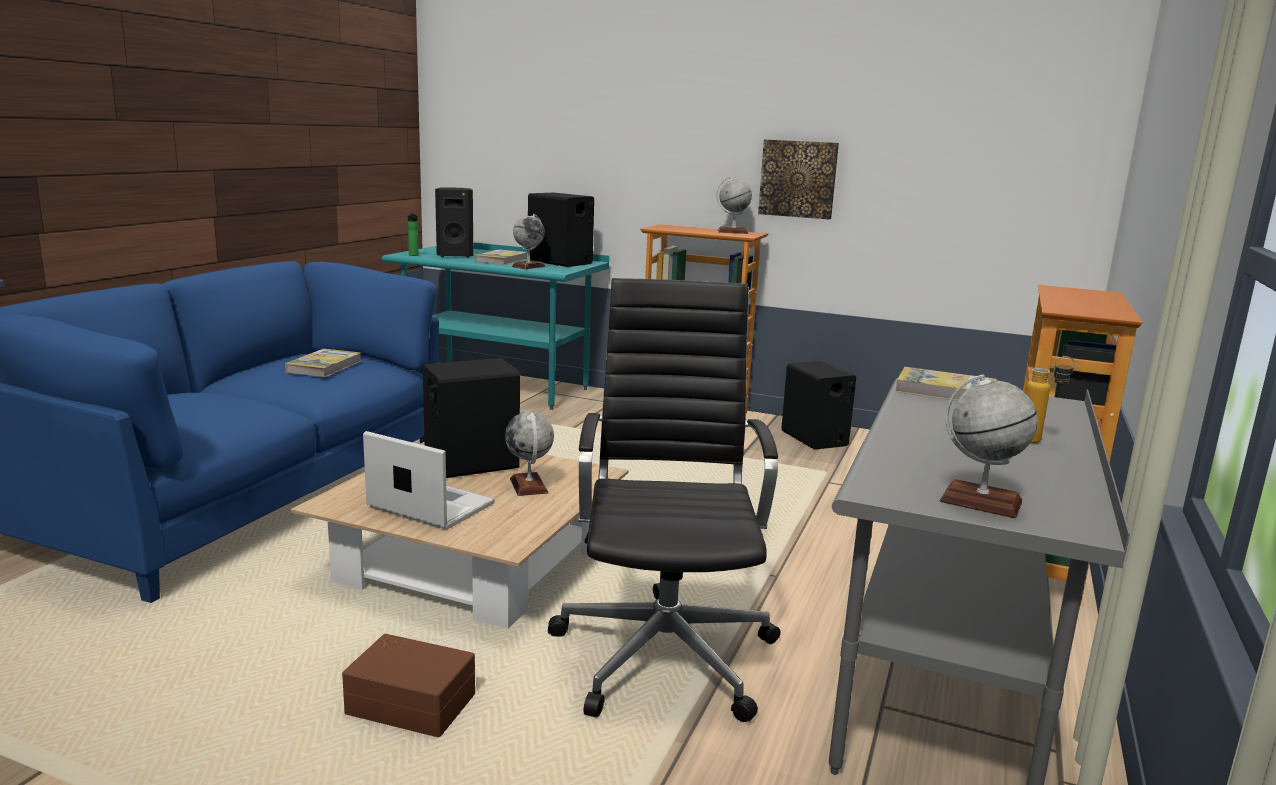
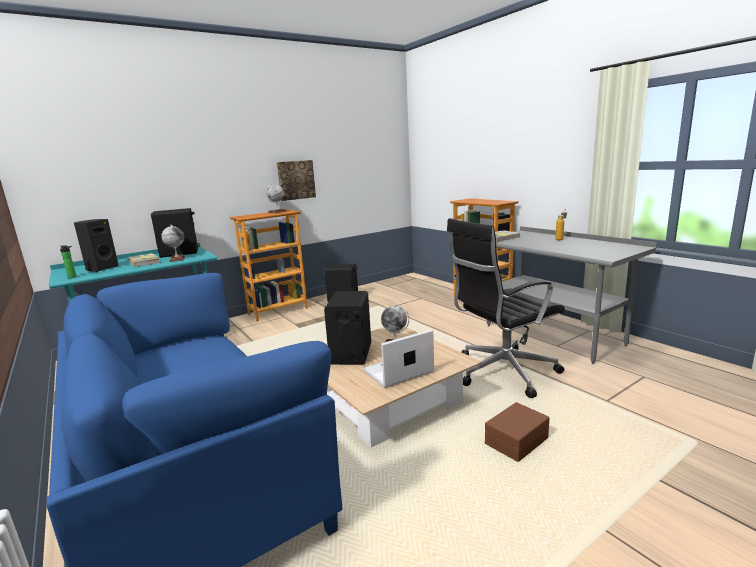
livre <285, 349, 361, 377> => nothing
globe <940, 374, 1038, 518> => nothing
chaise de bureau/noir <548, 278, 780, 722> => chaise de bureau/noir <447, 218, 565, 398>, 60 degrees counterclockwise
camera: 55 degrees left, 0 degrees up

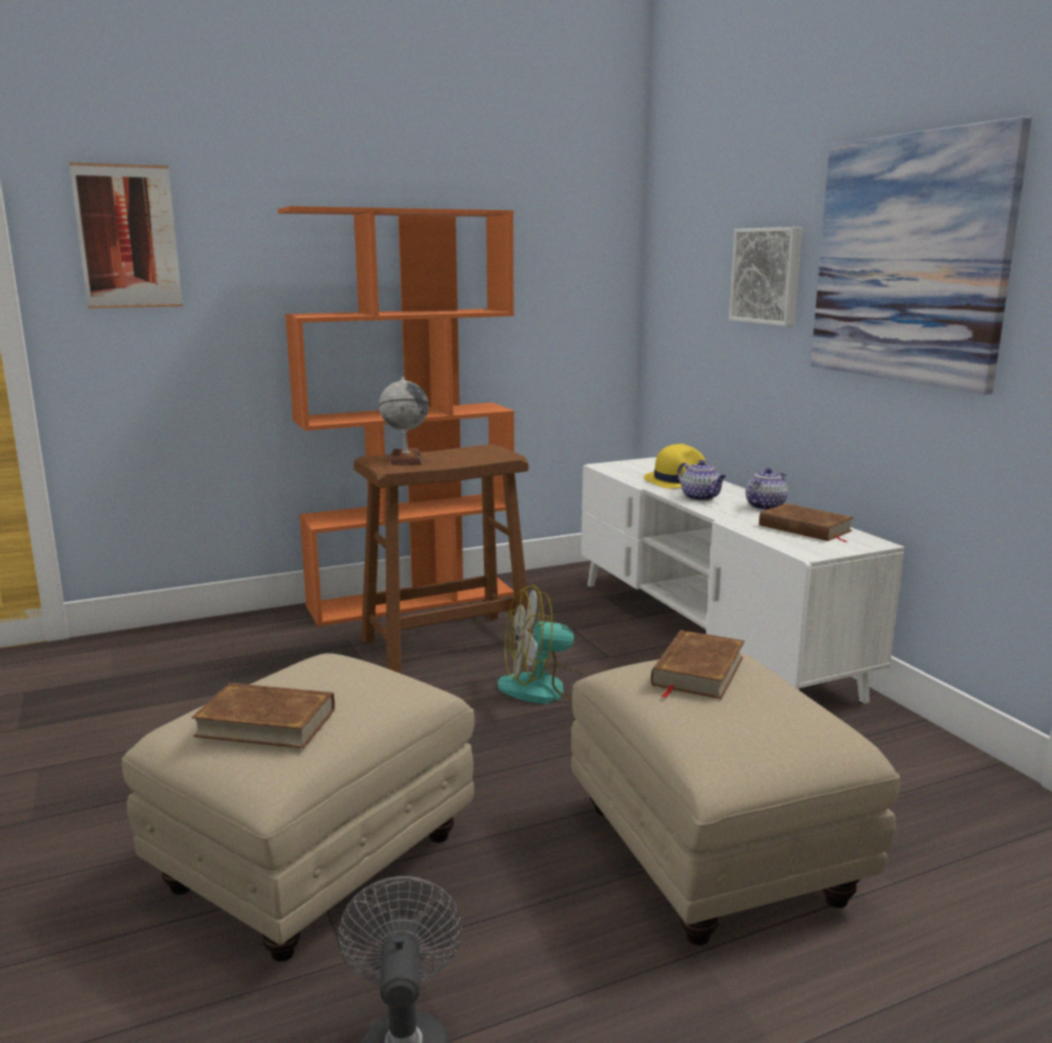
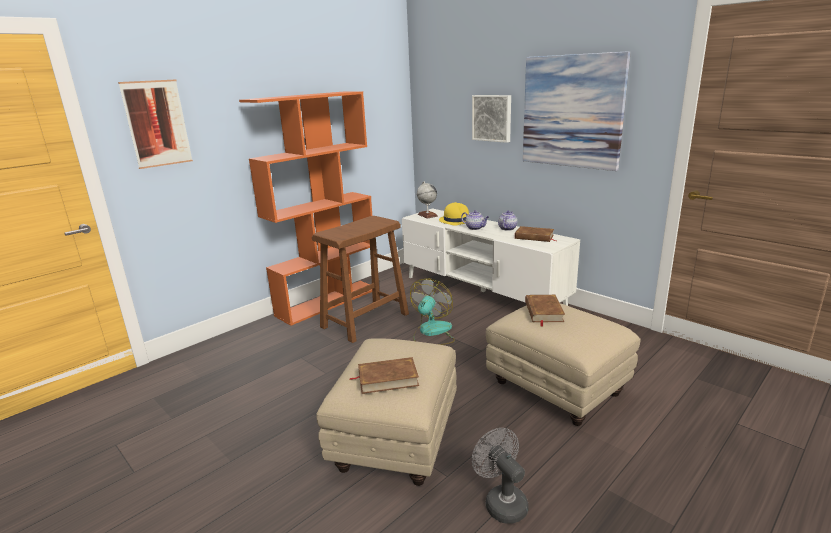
globe <379, 377, 429, 465> => globe <417, 182, 438, 219>, move
ventilateur <498, 585, 588, 704> => ventilateur <410, 278, 455, 345>, 150 degrees clockwise
camera: 20 degrees left, 5 degrees up

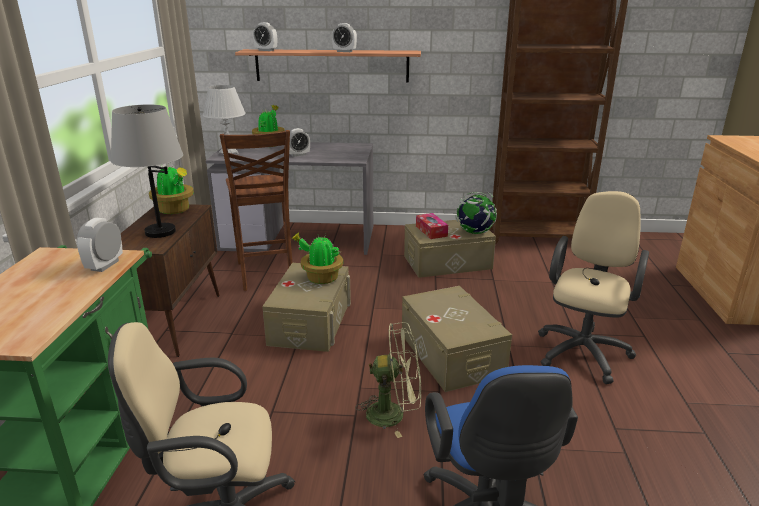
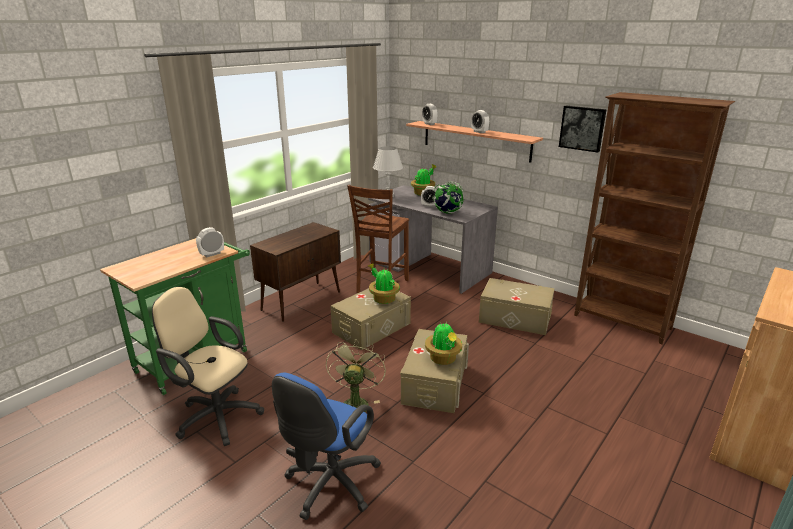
lampe de table/gris <111, 105, 183, 238> => nothing
boîte à mouchoirs <416, 213, 448, 239> => nothing
chaise de bureau/beige <538, 191, 649, 384> => nothing
nothing => tableau <559, 106, 607, 153>
plante en pot <149, 164, 194, 214> => plante en pot <425, 322, 462, 365>, move
globe <455, 192, 497, 234> => globe <432, 182, 464, 214>, move
ventilateur/vert <355, 322, 421, 438> => ventilateur/vert <326, 340, 386, 412>, 120 degrees counterclockwise
camera: 35 degrees right, 0 degrees up

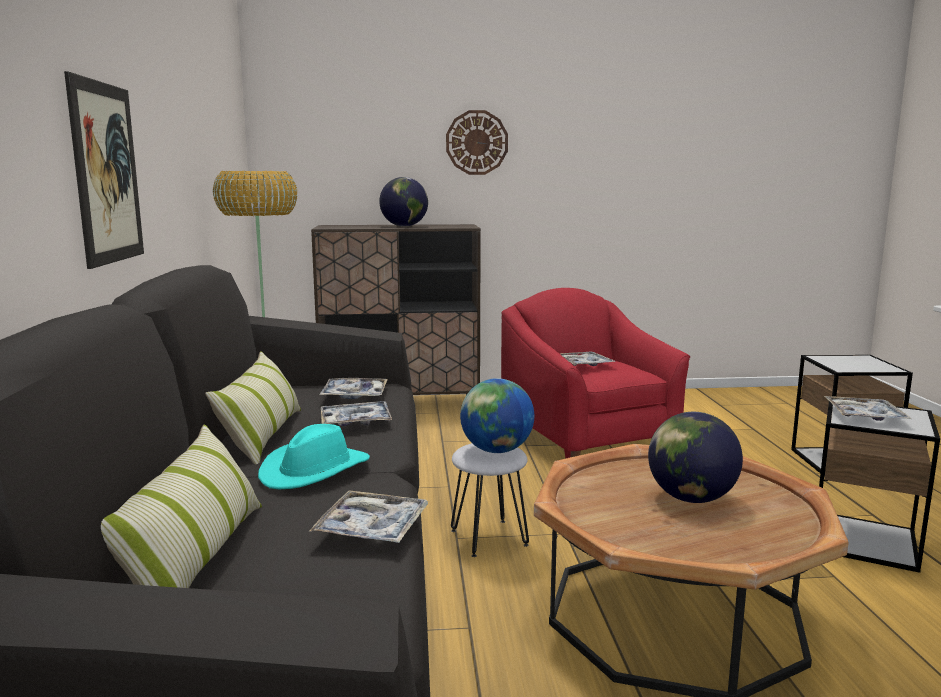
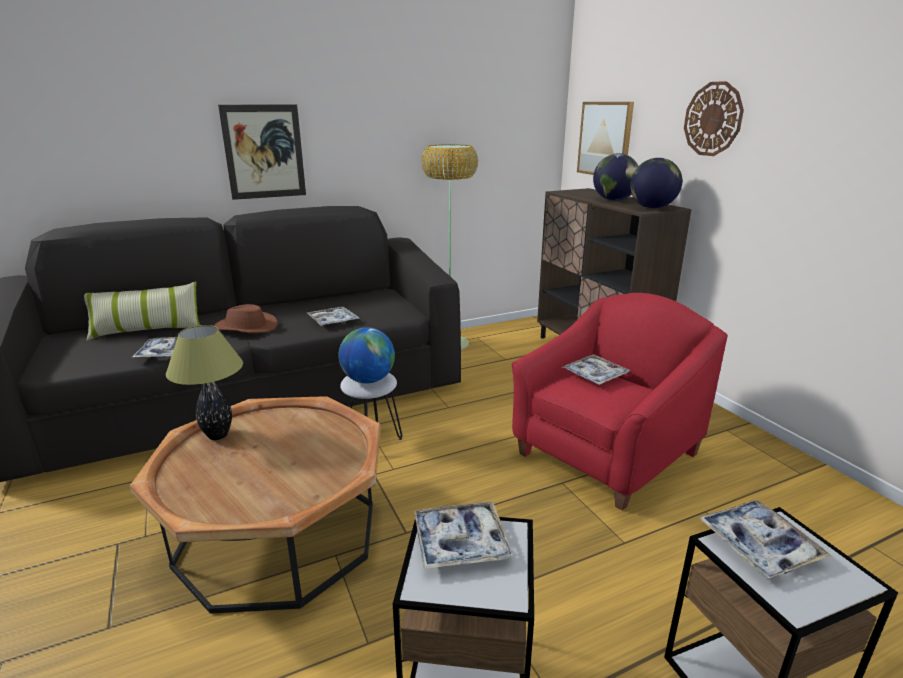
coussin <205, 351, 301, 464> => nothing
nothing => lampe de table <166, 325, 243, 440>
nothing => tableau <577, 102, 634, 175>
plateau <319, 378, 388, 399> => plateau <699, 500, 832, 578>, move
globe <648, 412, 743, 503> => globe <630, 158, 682, 209>, move
chapeau/turquoise <258, 424, 370, 489> => chapeau/marron <213, 304, 278, 333>
camera: 70 degrees right, 10 degrees up

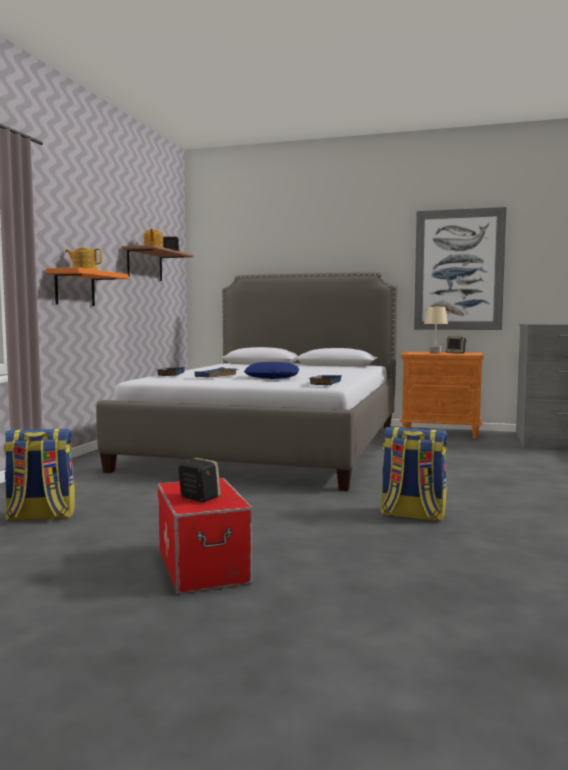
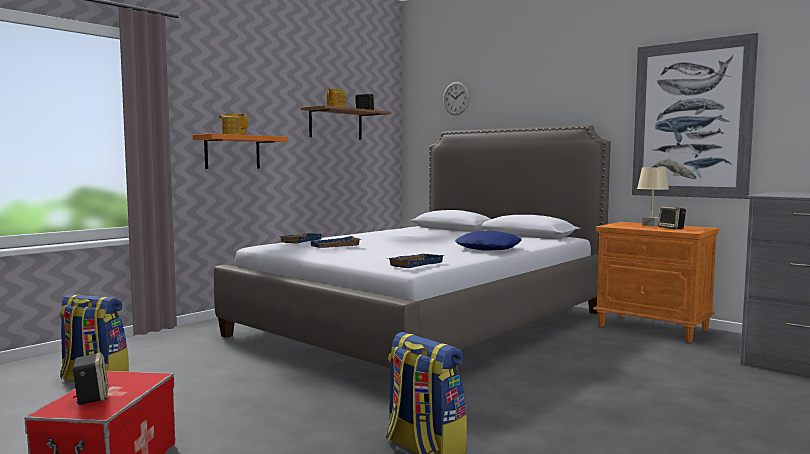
nothing => horloge murale <443, 82, 470, 115>
coussin/bleu <244, 362, 299, 379> => coussin/bleu <455, 231, 522, 251>, move
camera: 25 degrees right, 0 degrees up

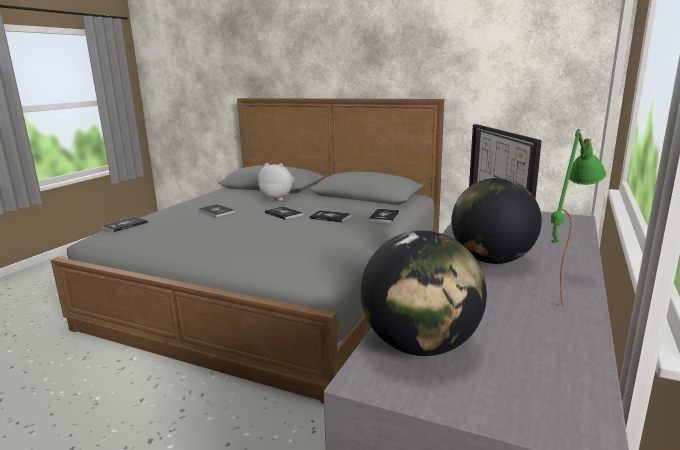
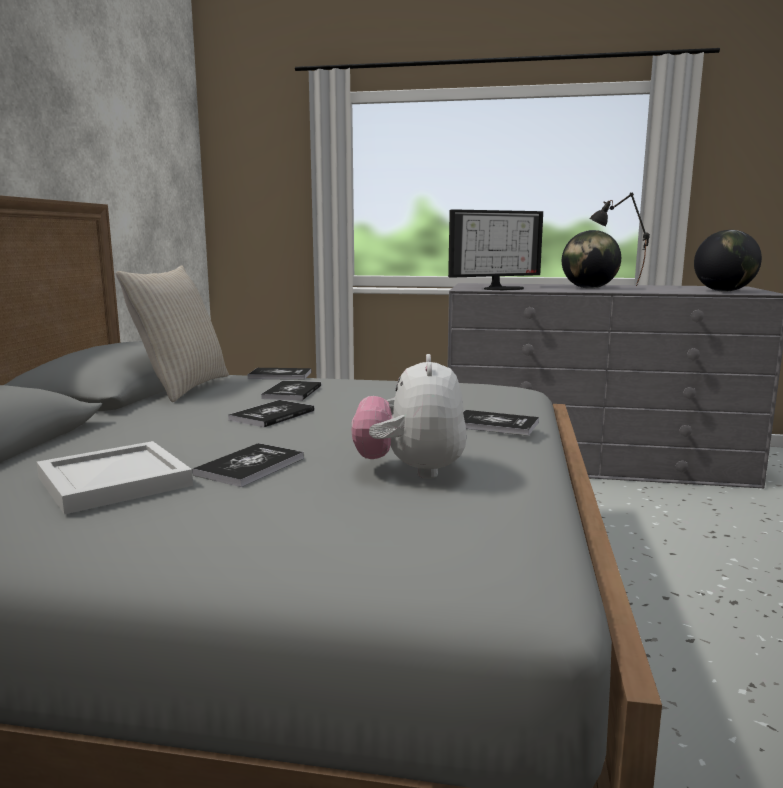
nothing => plateau/blanc <37, 441, 193, 514>
nothing => coussin/beige <116, 265, 229, 402>
livre <101, 217, 148, 232> => livre <463, 410, 539, 436>, move
peluche <258, 163, 294, 201> => peluche <352, 354, 467, 479>, move
lampe de table/vert <551, 129, 606, 306> => lampe de table/noir <590, 193, 650, 285>
camera: 105 degrees left, 5 degrees down

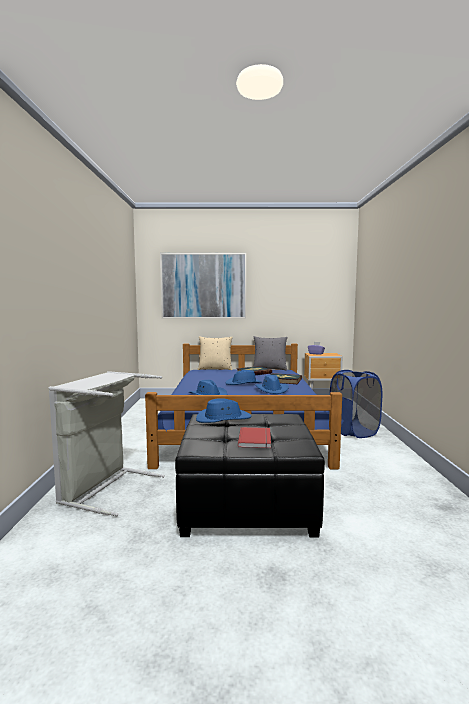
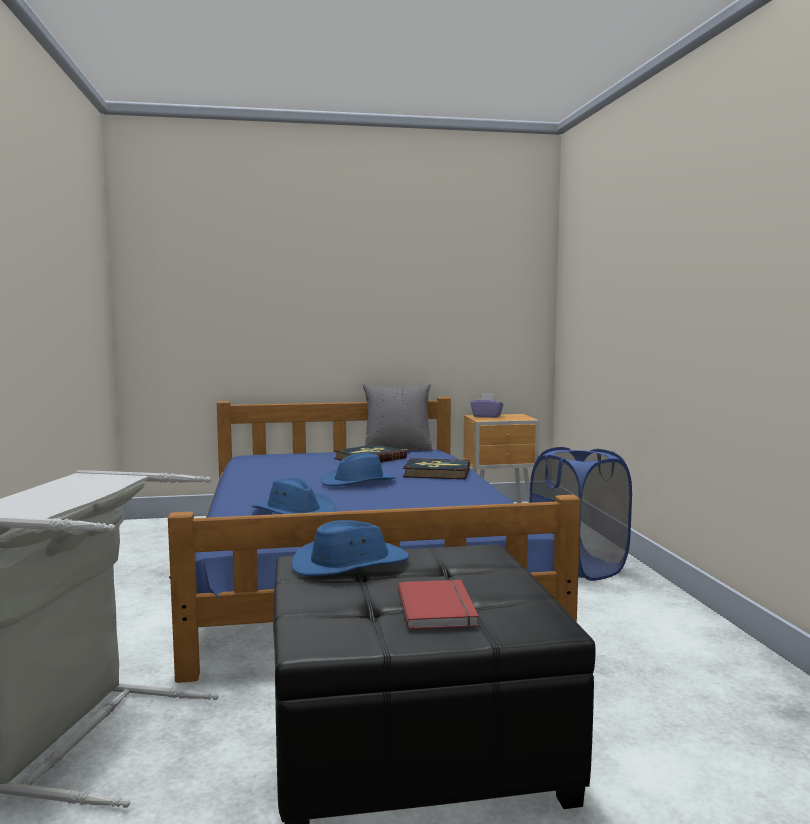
tableau <160, 253, 246, 319> => nothing
coussin/beige <198, 336, 233, 370> => nothing
chapeau/bleu <255, 375, 289, 394> => nothing
camera: 10 degrees left, 0 degrees up

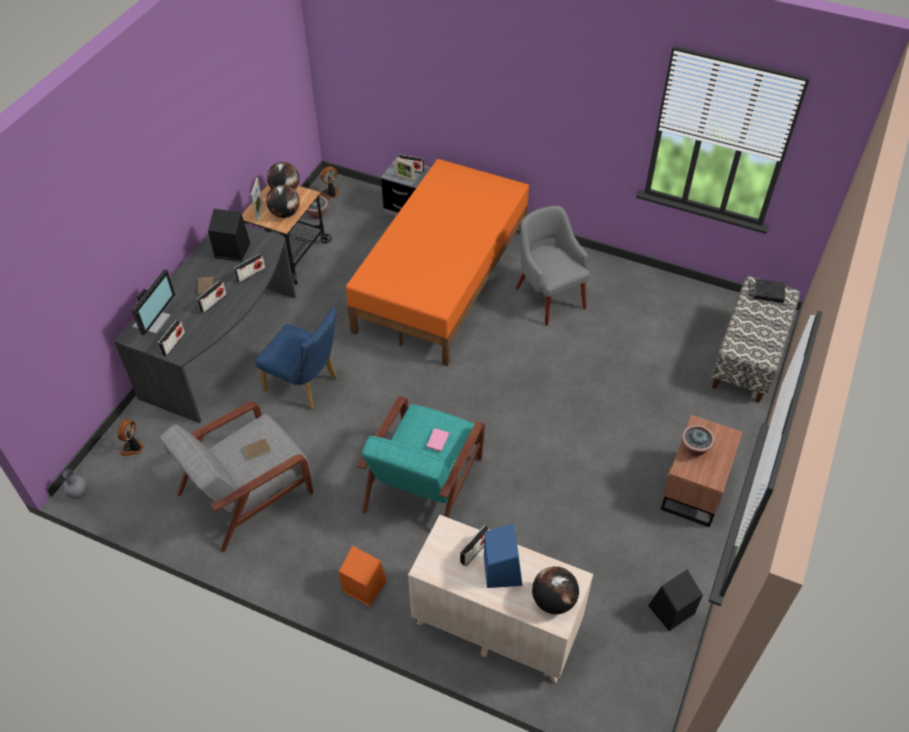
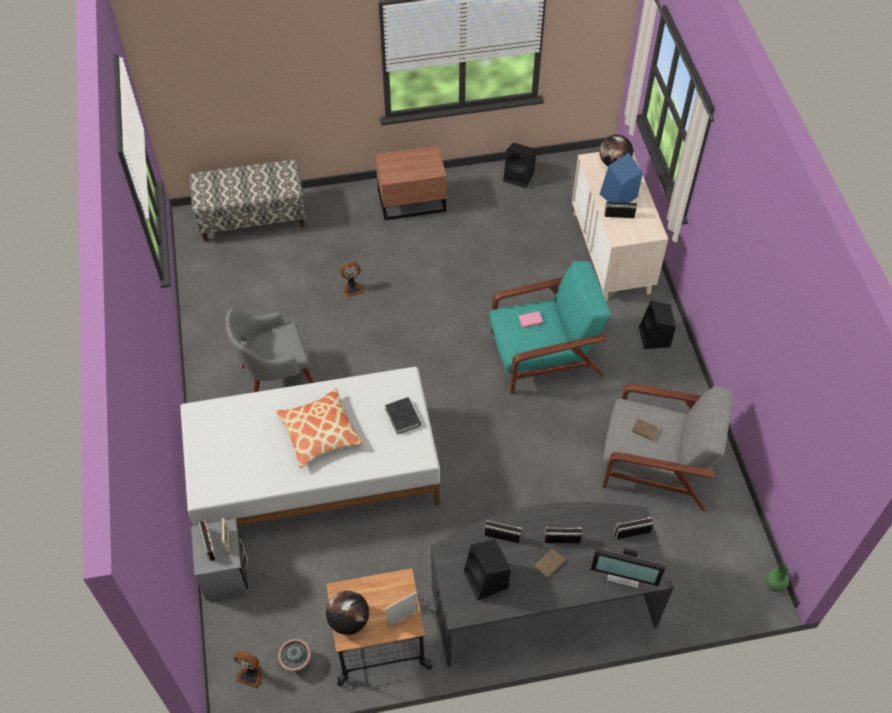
chaise/bleu <255, 307, 337, 409> => nothing
globe <266, 185, 300, 218> => nothing
plante en pot <682, 425, 715, 456> => nothing
nothing => coussin <276, 388, 363, 468>
ventilateur <117, 419, 144, 456> => ventilateur <340, 262, 365, 298>, move
livre/noir <754, 279, 785, 303> => livre/noir <385, 397, 421, 434>, move
vase/gris <63, 469, 87, 499> => vase/vert <766, 565, 789, 592>
enceinte/orange <339, 546, 387, 606> => enceinte/noir <639, 300, 676, 349>
lit/orange <346, 159, 529, 366> => lit/blanc <180, 367, 440, 526>
écran d'ordinateur <132, 269, 175, 336> => écran d'ordinateur <591, 548, 666, 589>, 150 degrees counterclockwise
fauteuil/gris <515, 206, 590, 326> => fauteuil/gris <225, 308, 314, 392>, 45 degrees clockwise
camera: 125 degrees left, 5 degrees up

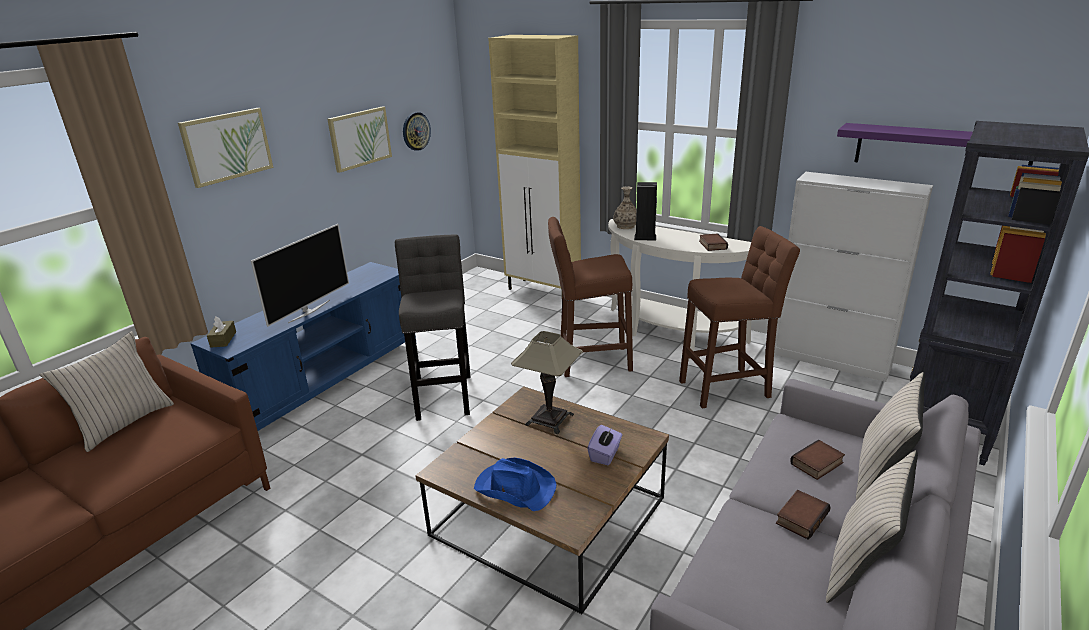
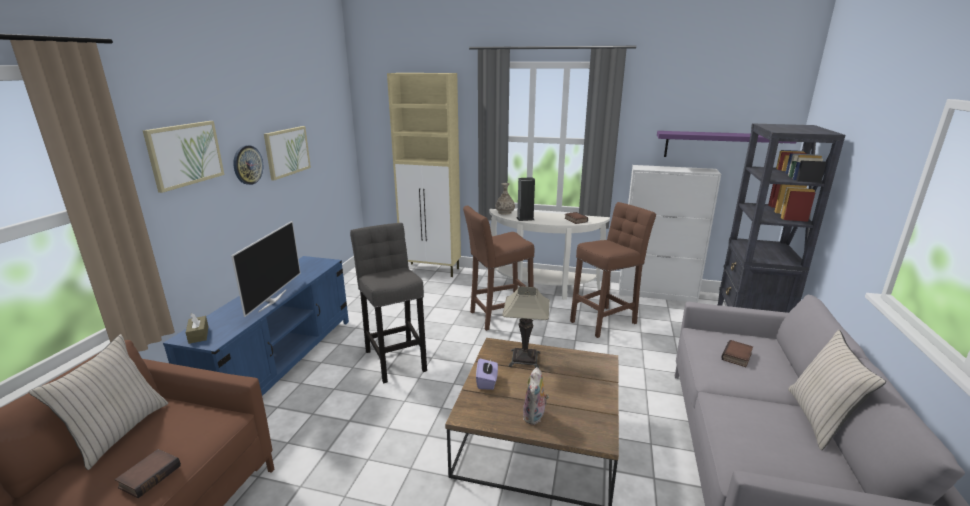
coussin/beige <856, 372, 925, 501> => nothing
horloge murale <403, 112, 431, 151> => horloge murale <233, 145, 263, 185>, move
boîte à mouchoirs/violet <587, 425, 622, 465> => boîte à mouchoirs/violet <476, 359, 498, 390>, move
livre <776, 490, 831, 540> => livre <115, 449, 181, 498>, move
chapeau/bleu <474, 457, 557, 511> => peluche <523, 367, 549, 425>
camera: 20 degrees left, 5 degrees down

